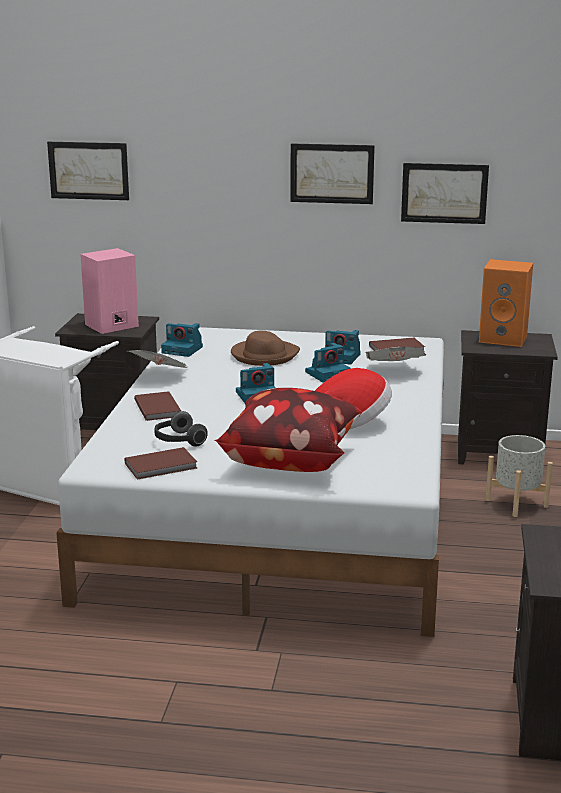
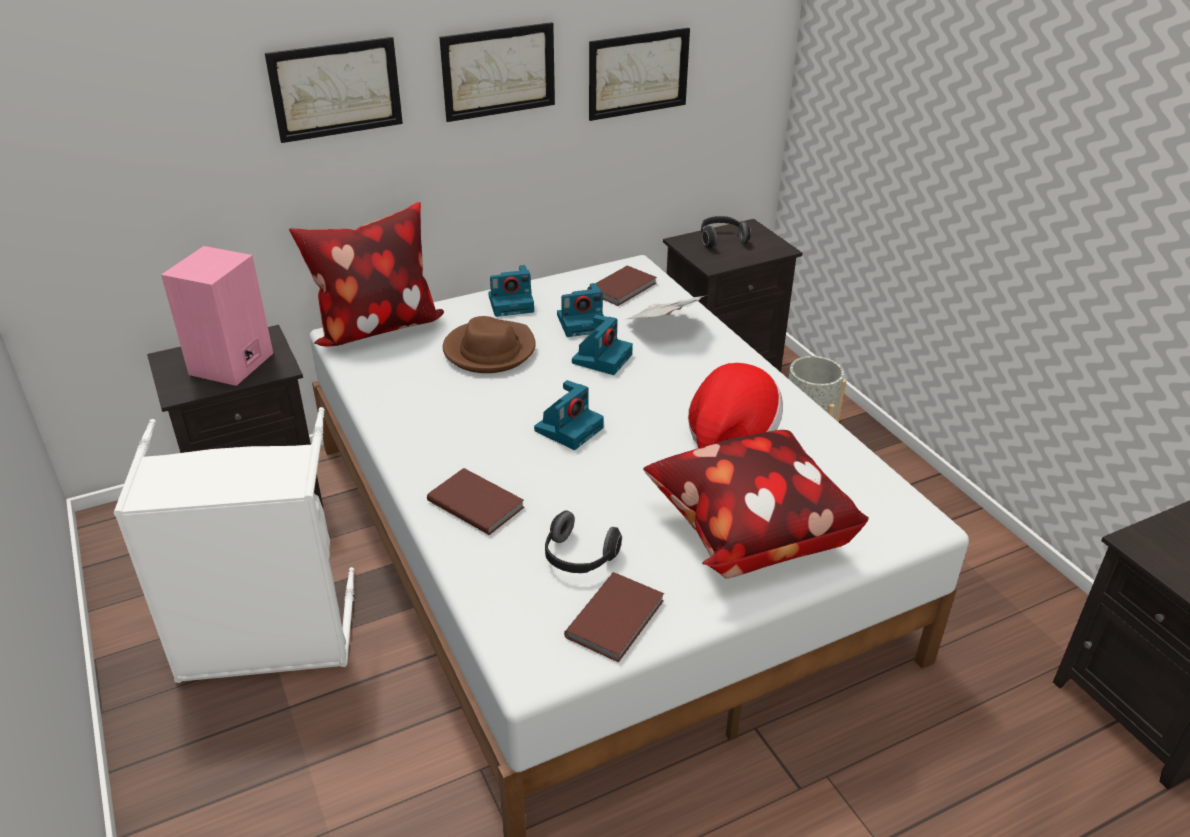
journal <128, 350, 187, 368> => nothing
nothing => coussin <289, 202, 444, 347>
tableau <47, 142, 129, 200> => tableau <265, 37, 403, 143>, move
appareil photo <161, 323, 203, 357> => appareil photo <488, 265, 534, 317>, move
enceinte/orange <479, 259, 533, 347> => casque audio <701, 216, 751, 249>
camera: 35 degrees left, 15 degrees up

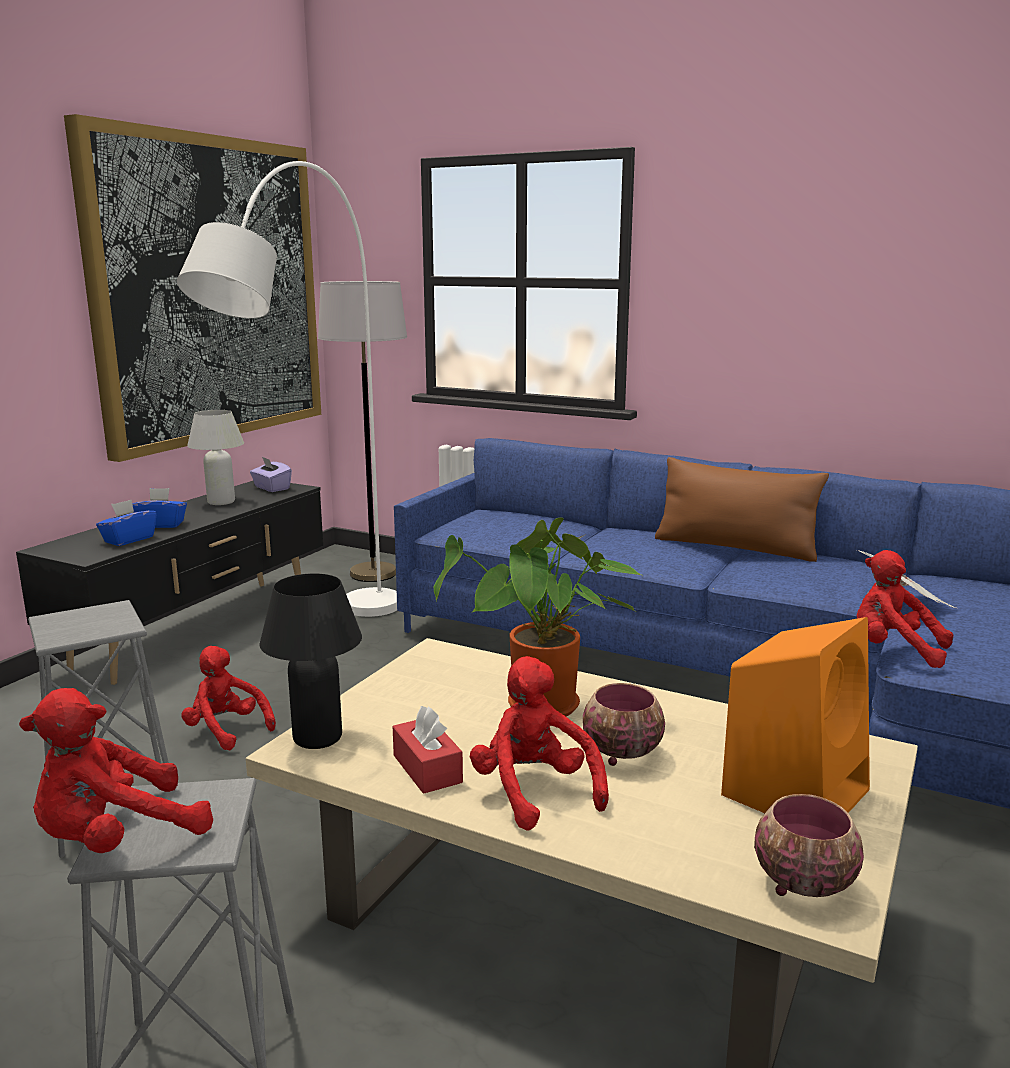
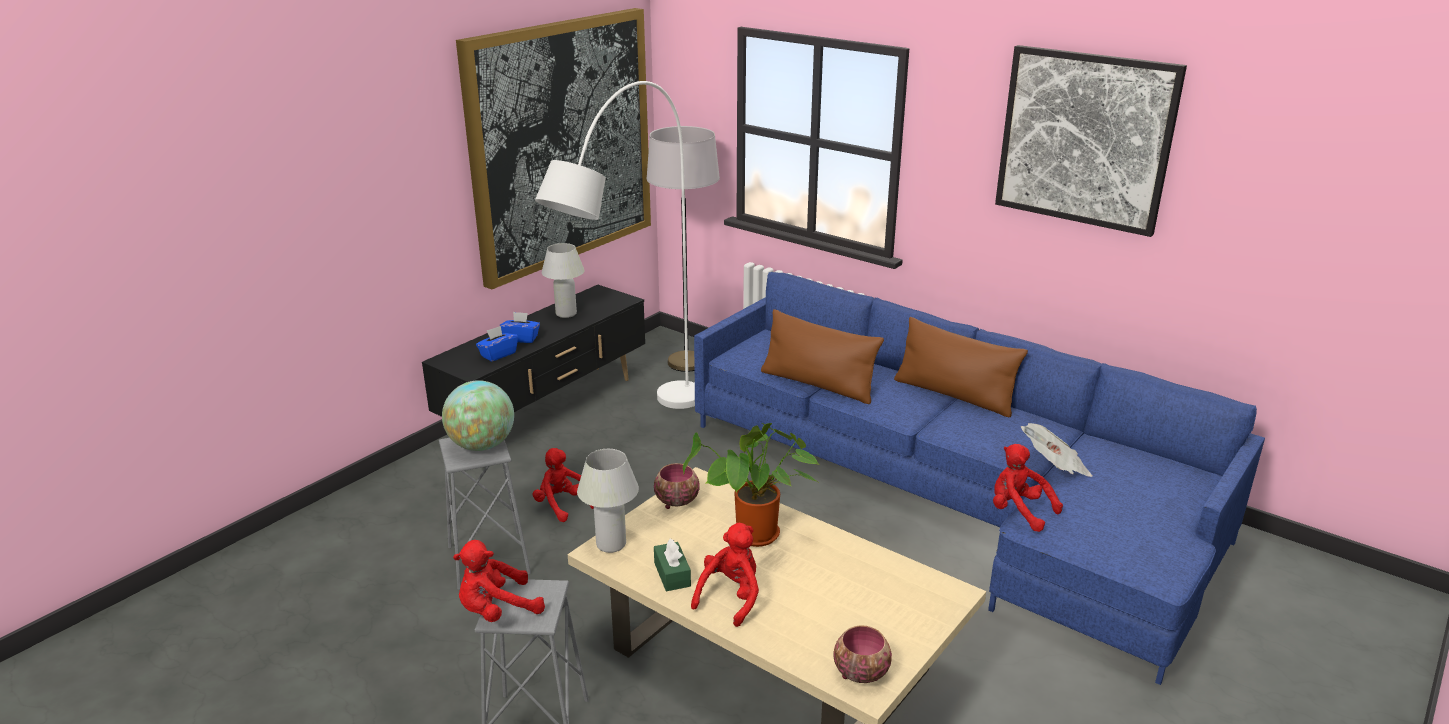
boîte à mouchoirs/violet <250, 457, 292, 492> => nothing
enceinte/orange <721, 617, 870, 813> => nothing
nothing => globe <442, 380, 514, 451>
nothing => coussin/marron <761, 309, 884, 404>
nothing => tableau <995, 45, 1187, 237>
bol <583, 683, 665, 766> => bol <654, 463, 700, 509>, move
lampe de table/noir <260, 573, 362, 749> => lampe de table/blanc <577, 449, 639, 553>
boîte à mouchoirs/rouge <393, 706, 463, 794> => boîte à mouchoirs/vert <654, 539, 691, 591>
peluche/rouge <470, 656, 609, 831> => peluche/rouge <691, 523, 759, 627>, 45 degrees clockwise
camera: 10 degrees right, 10 degrees up

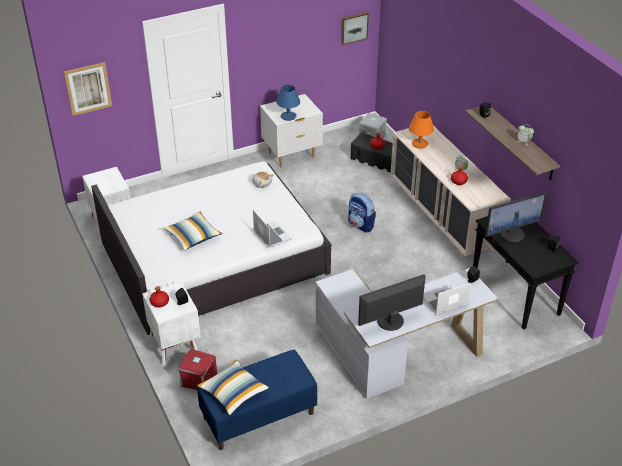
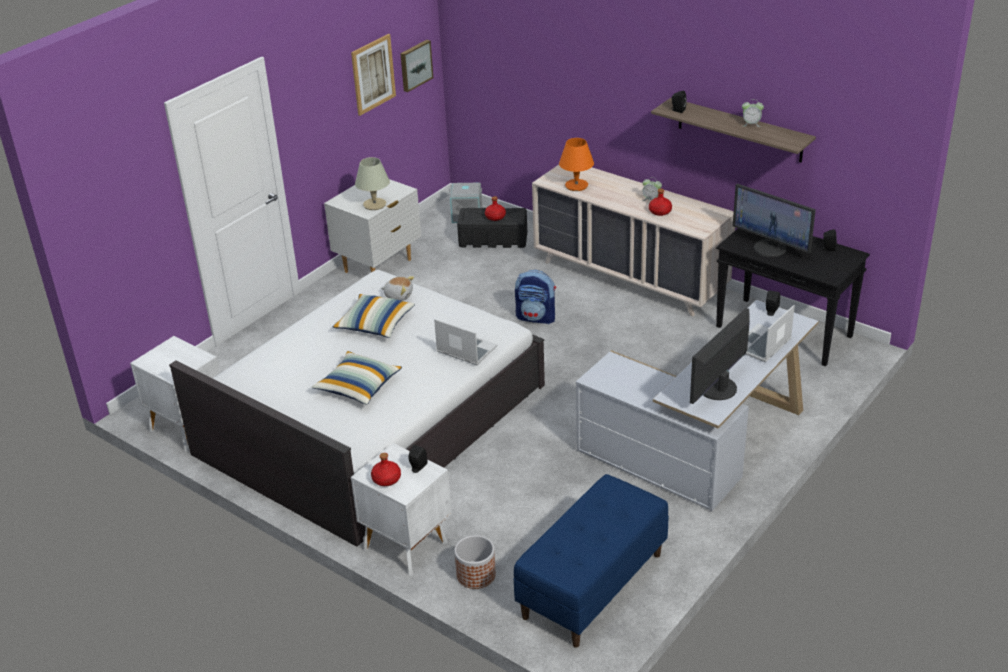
tableau <64, 62, 112, 116> => tableau <351, 34, 396, 116>, move
coussin <197, 360, 269, 415> => coussin <332, 294, 415, 338>, move
boîte de rangement/rouge <178, 349, 217, 391> => cache-pot <454, 535, 496, 589>
lampe de table/bleu <276, 85, 300, 121> => lampe de table/beige <355, 157, 390, 210>
écran d'ordinateur <485, 192, 547, 242> => écran d'ordinateur <733, 184, 816, 257>, 90 degrees clockwise
camera: 25 degrees left, 5 degrees down

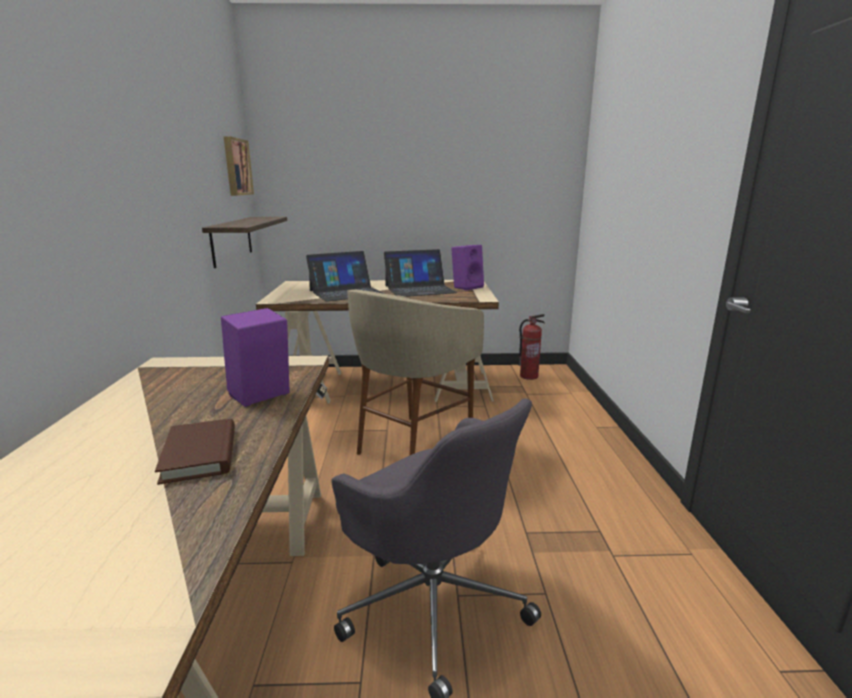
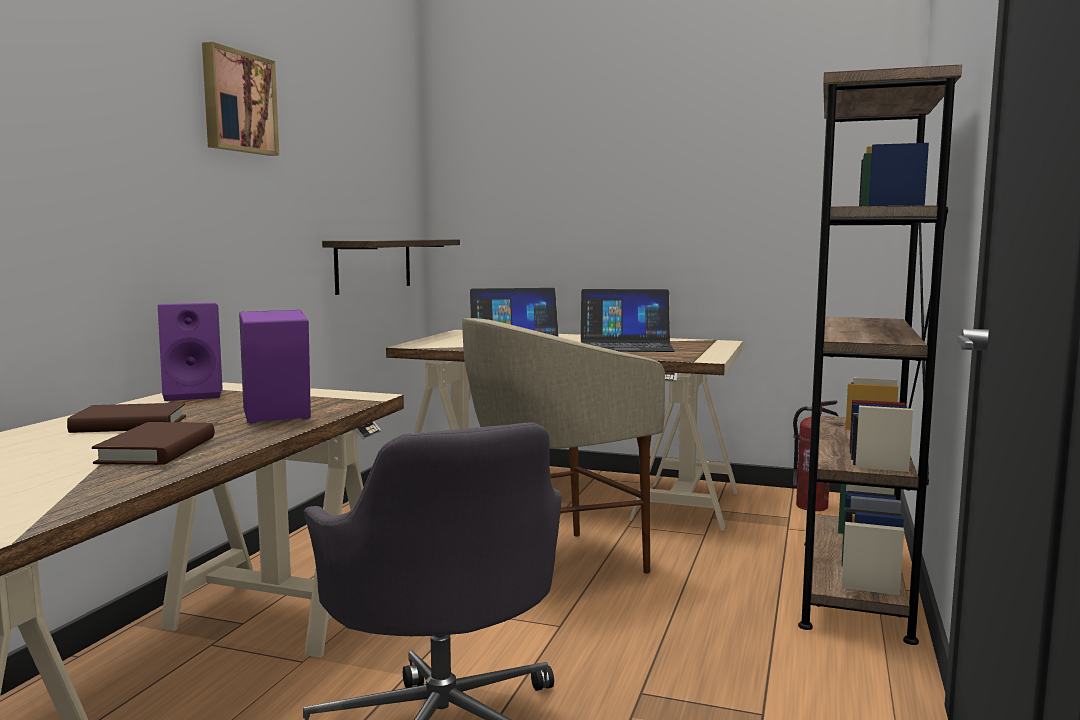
nothing => livre/marron <67, 403, 186, 433>
nothing => bibliothèque/marron <798, 64, 962, 645>
tableau <223, 136, 254, 196> => tableau <202, 42, 279, 156>, move
enceinte/violet <451, 245, 484, 290> => enceinte/violet <158, 303, 223, 401>, move
camera: 20 degrees right, 10 degrees down

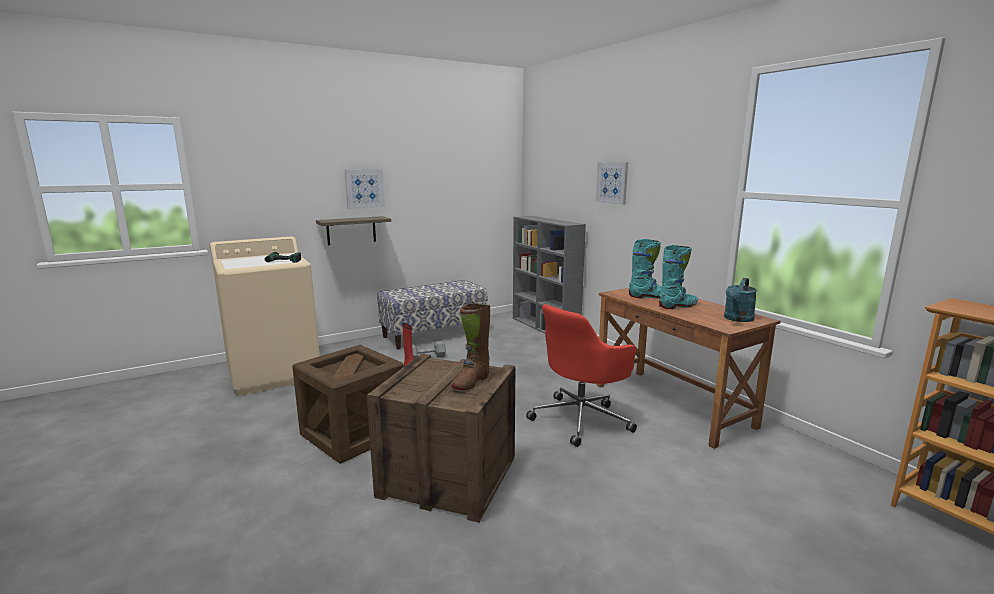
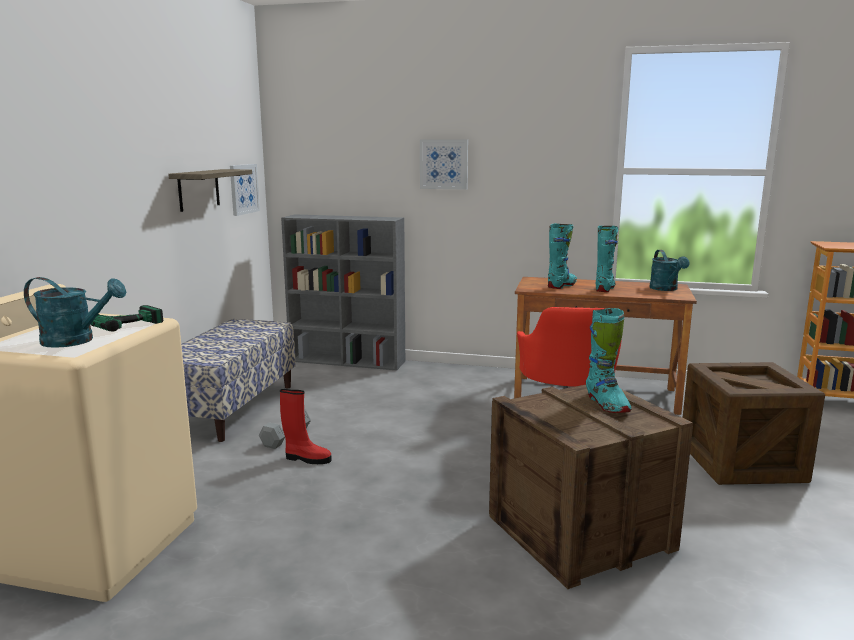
nothing => arrosoir/turquoise <24, 277, 126, 348>
caisse <292, 345, 404, 464> => caisse <683, 362, 825, 485>, move
étagère <316, 216, 391, 245> => étagère <168, 169, 252, 212>, move
tableau <345, 169, 385, 209> => tableau <230, 164, 260, 216>, move
botte/marron <451, 303, 490, 390> => botte/turquoise <586, 308, 631, 413>
camera: 45 degrees left, 0 degrees up

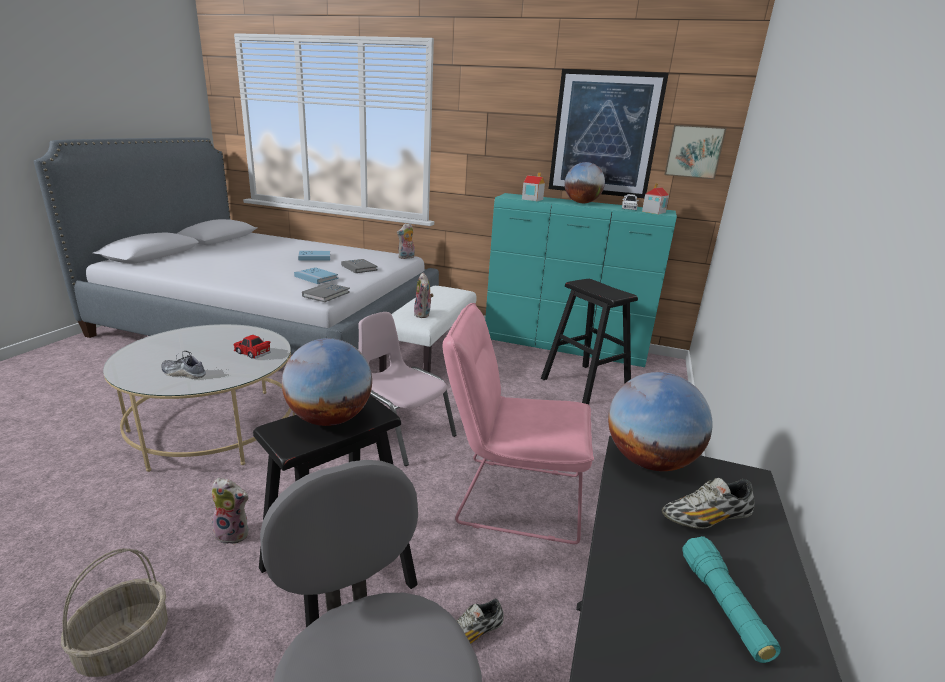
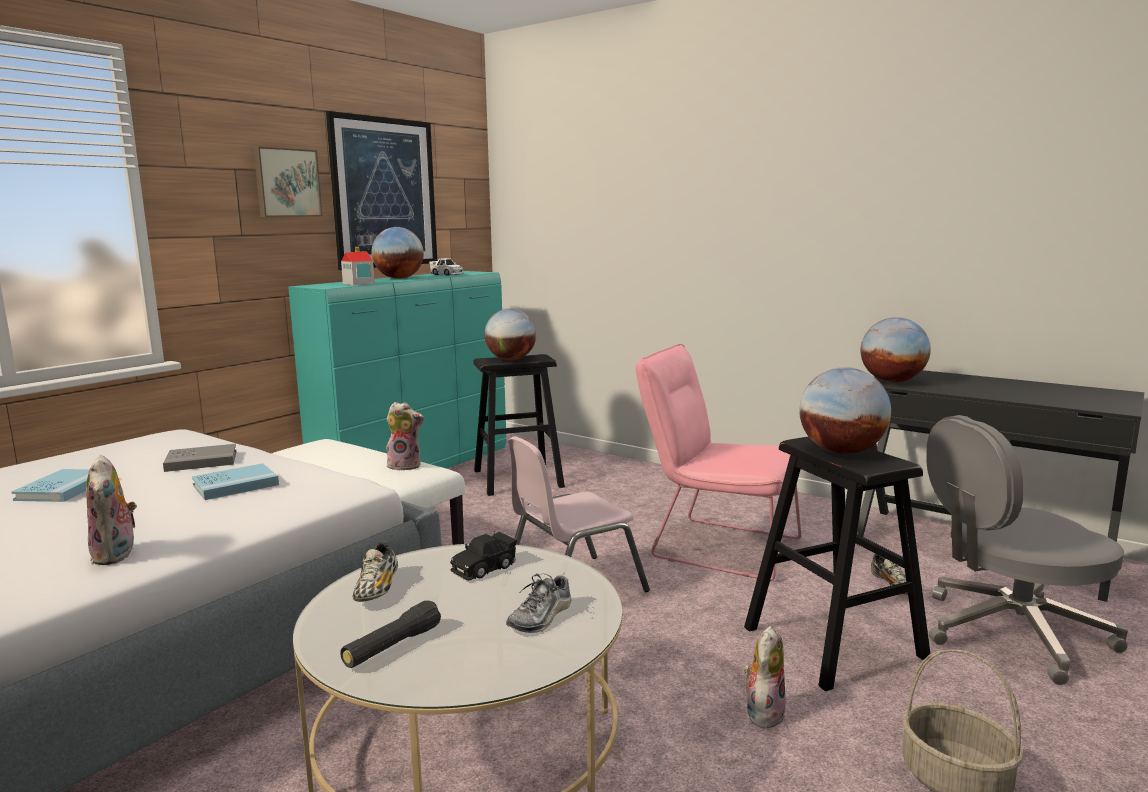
livre/gris <302, 283, 350, 302> => nothing
maison miniature <642, 183, 669, 214> => nothing
lampe de poche/turquoise <683, 536, 781, 663> => nothing
nothing => lampe de poche/noir <340, 600, 441, 668>
nothing => globe <484, 308, 536, 360>
peluche <397, 223, 415, 259> => peluche <86, 455, 137, 565>, move
chaussure <662, 478, 755, 529> => chaussure <353, 541, 398, 602>, move
tableau <664, 125, 727, 179> => tableau <253, 146, 322, 217>, move
petite voiture/rouge <234, 335, 271, 358> => petite voiture/noir <450, 531, 517, 580>
chaise/rose <443, 303, 594, 544> => chaise/rose <635, 344, 801, 581>, 90 degrees clockwise
camera: 70 degrees left, 10 degrees down

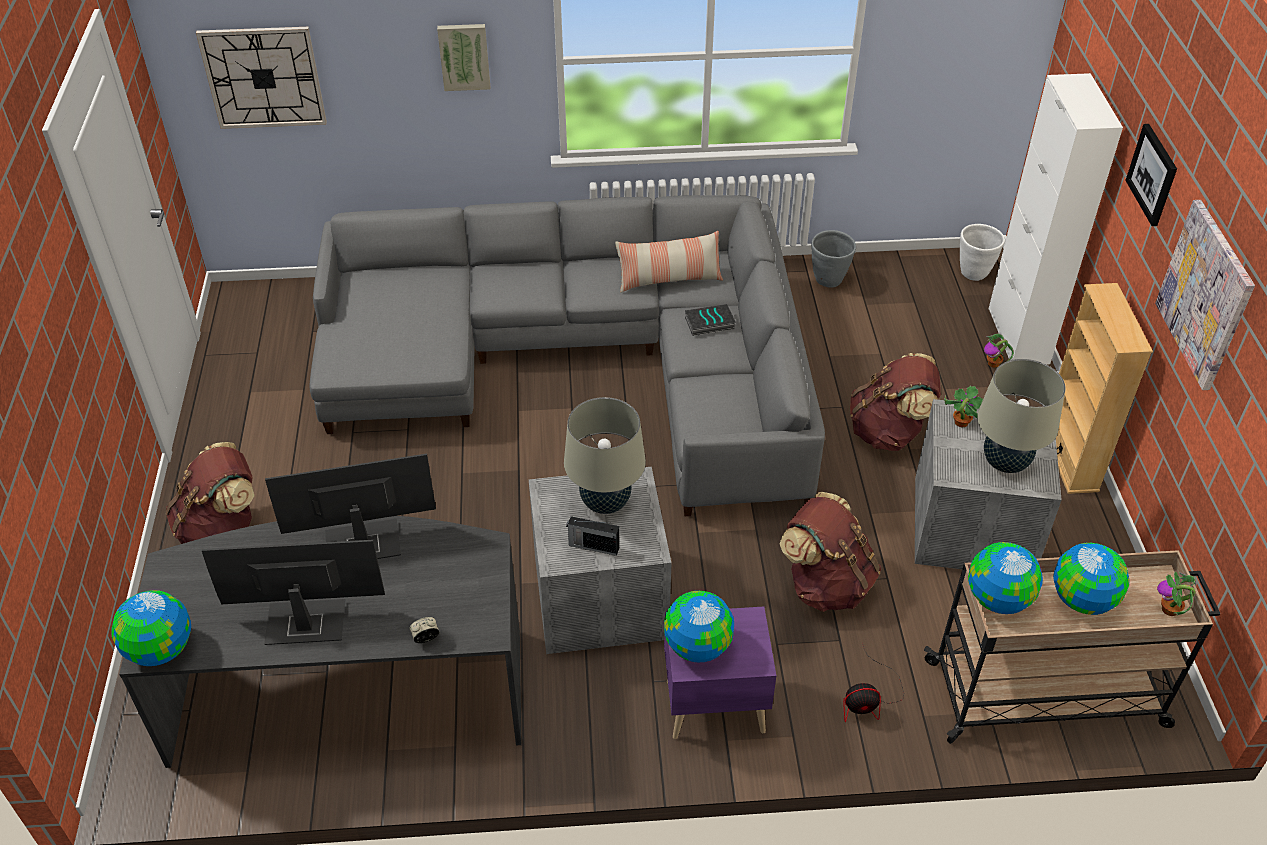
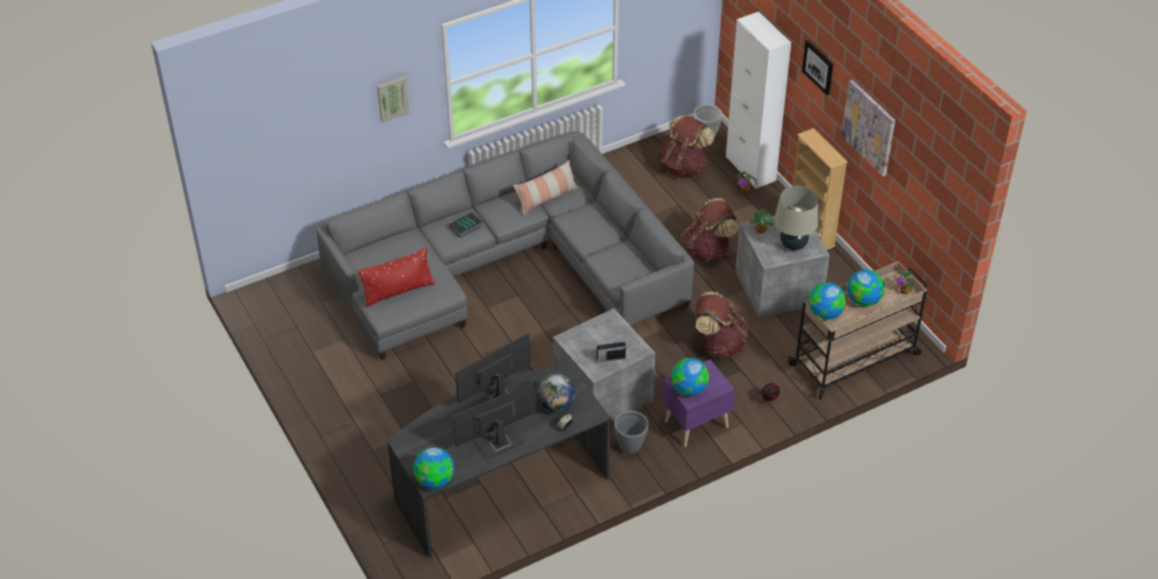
horloge murale <196, 27, 327, 129> => nothing
lampe de table/beige <564, 397, 646, 514> => nothing
nothing => coussin/rouge <358, 248, 435, 307>
nothing => globe <537, 373, 575, 412>
sac à dos/marron <166, 442, 254, 544> => sac à dos/marron <658, 115, 714, 177>, move
livre <685, 304, 736, 336> => livre <449, 212, 483, 238>, move
cache-pot/gris <811, 230, 856, 288> => cache-pot/gris <614, 411, 649, 453>, move
camera: 25 degrees left, 0 degrees up

